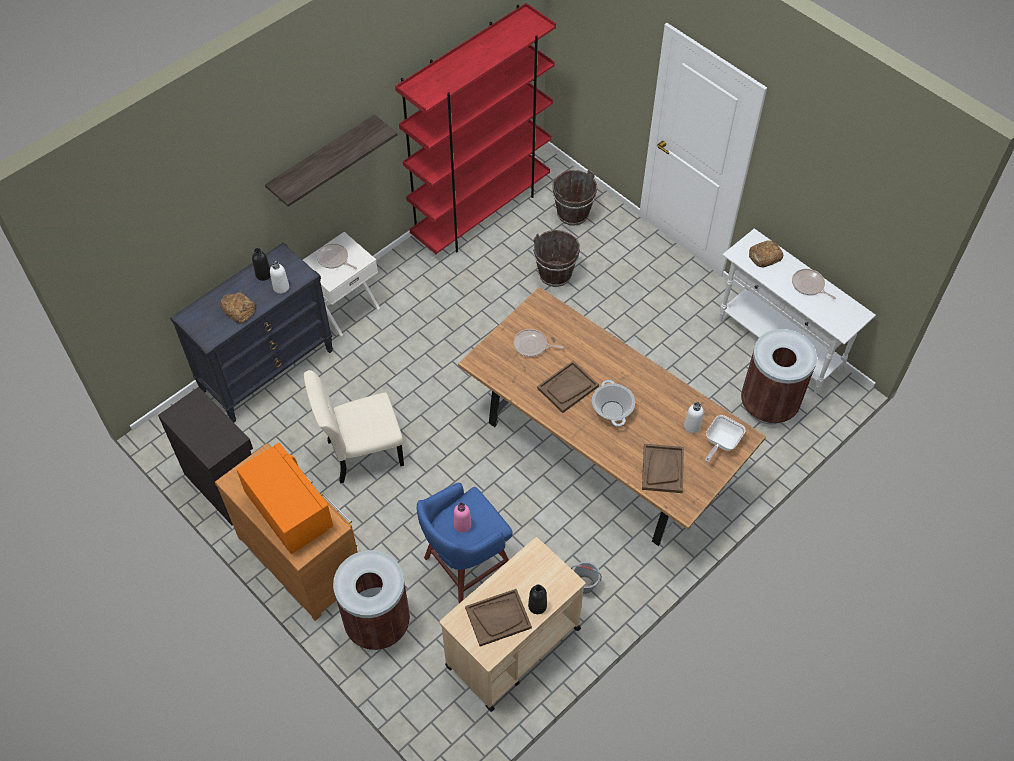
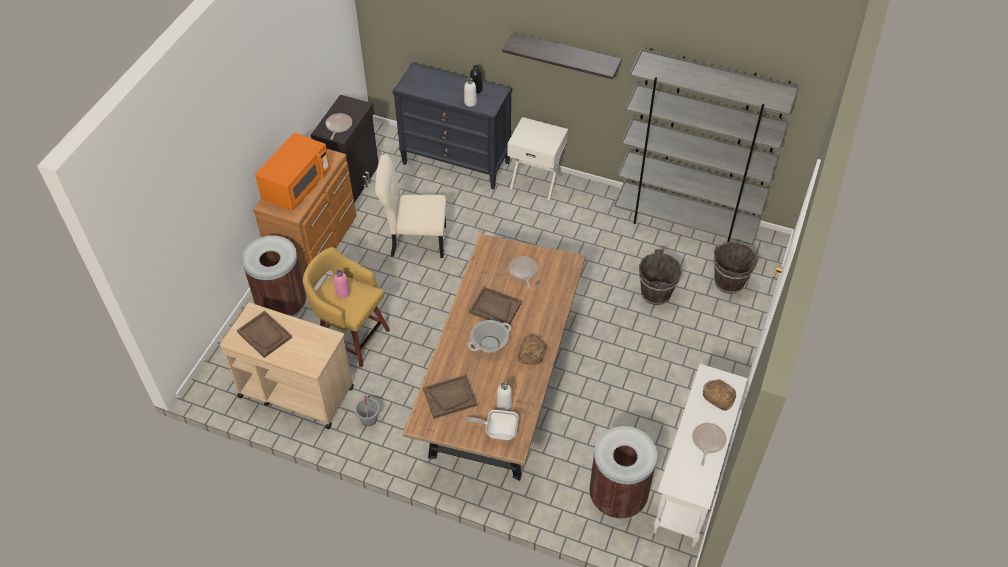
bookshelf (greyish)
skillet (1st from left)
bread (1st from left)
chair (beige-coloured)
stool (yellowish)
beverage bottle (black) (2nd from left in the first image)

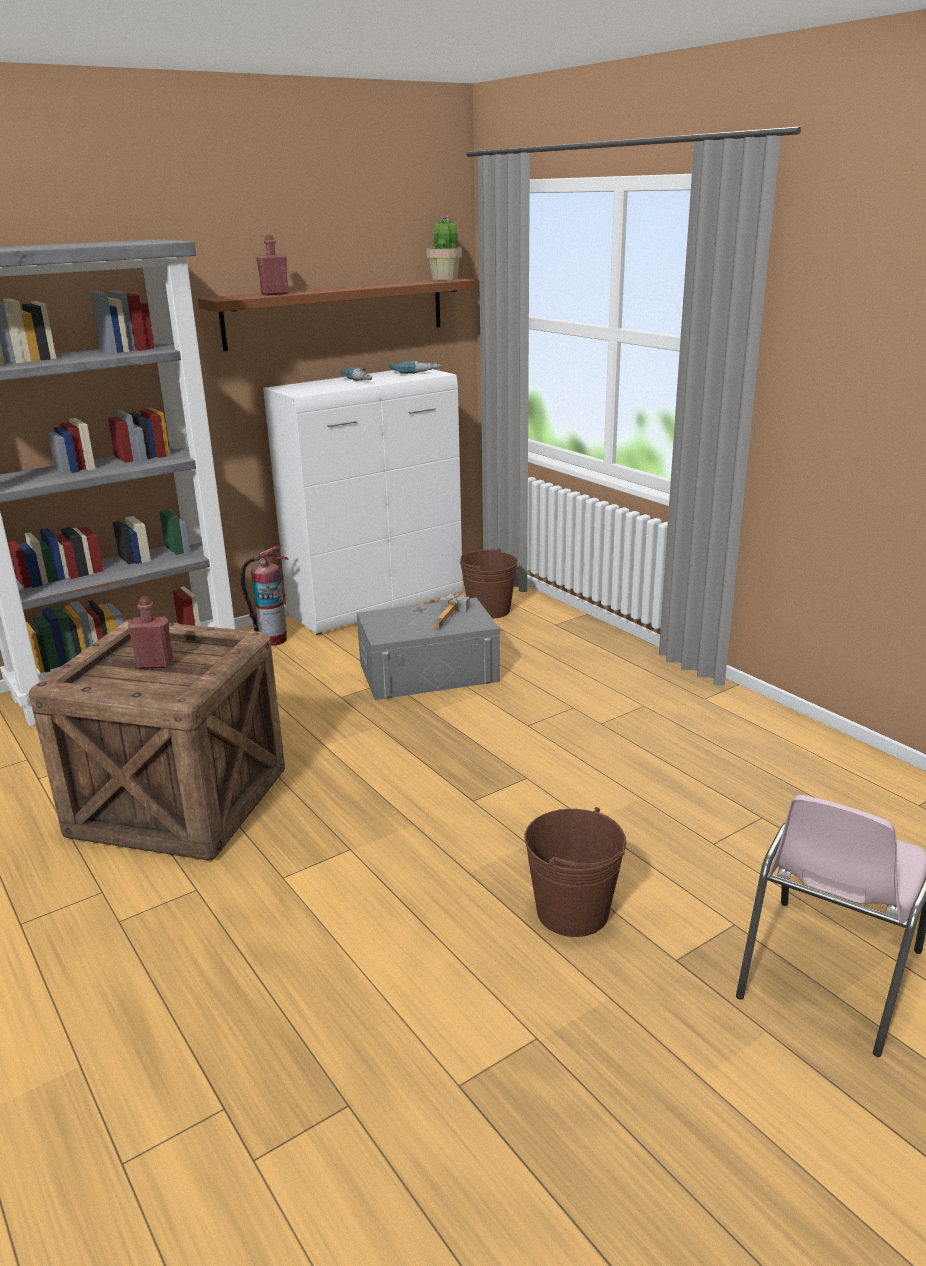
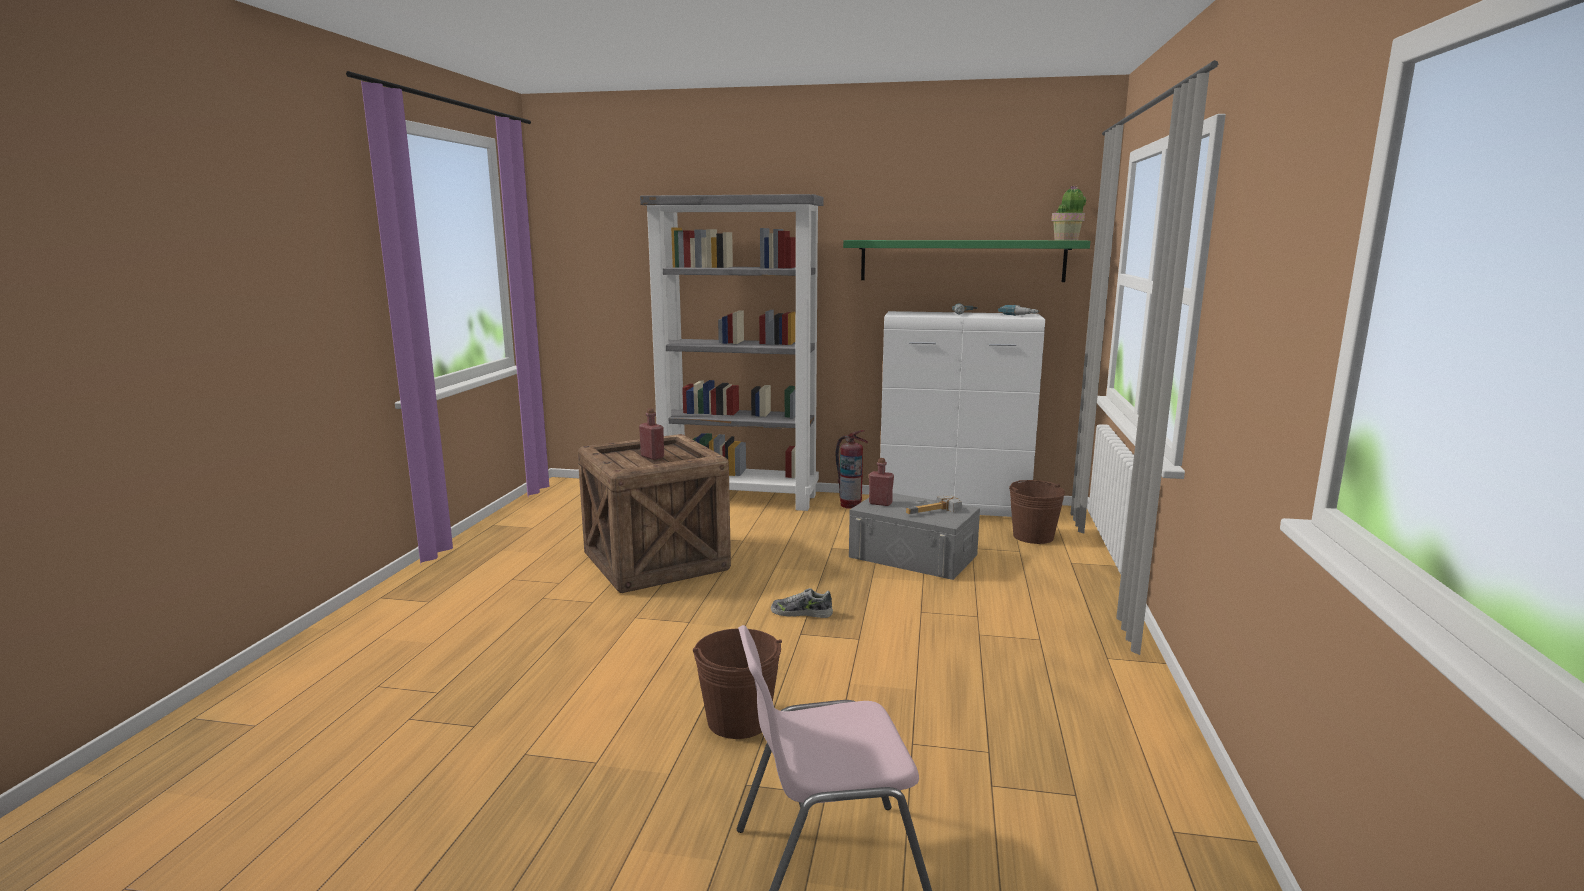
beverage bottle (red) (2nd from left)
shelf (greenish)
item of footwear

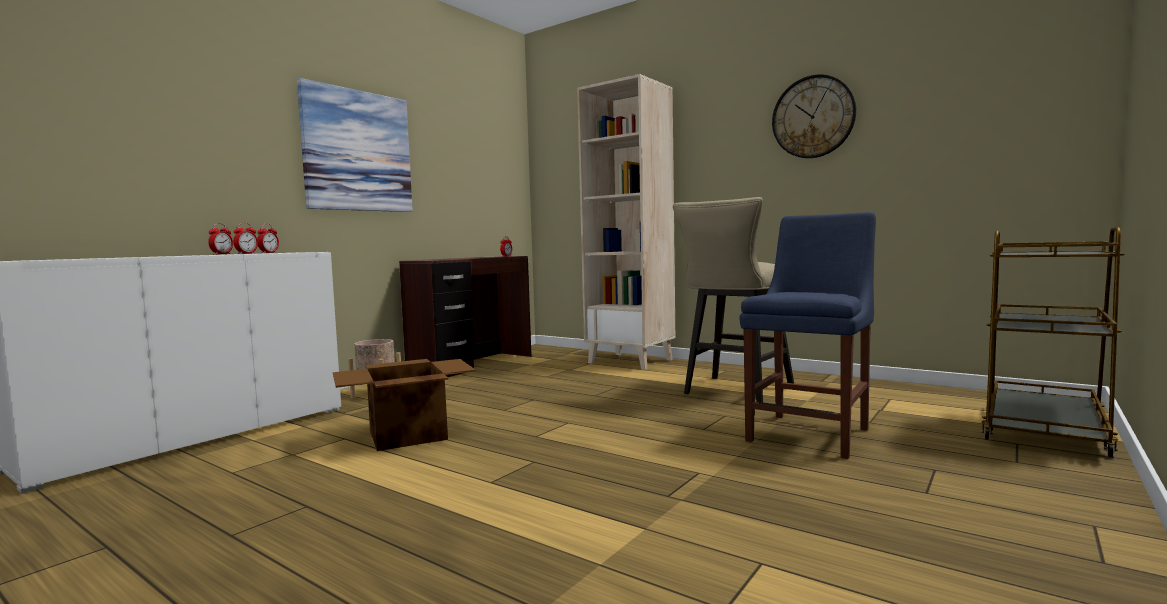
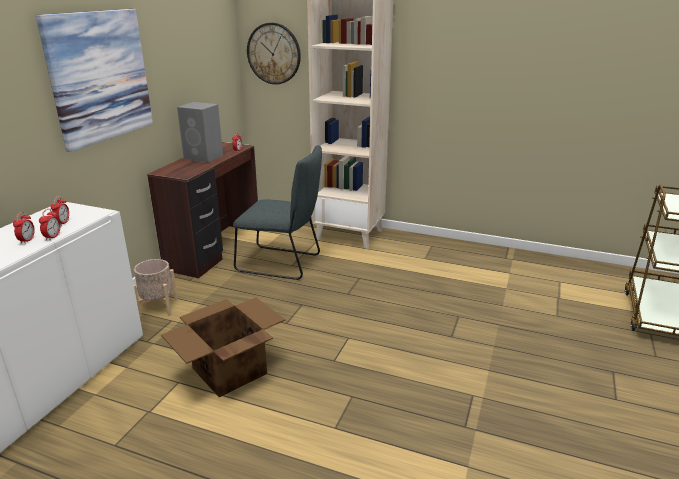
clock on the wall
stool (beige-coloured)
chair (blue-coloured)
audio speaker (greyish)
chair (greyish)

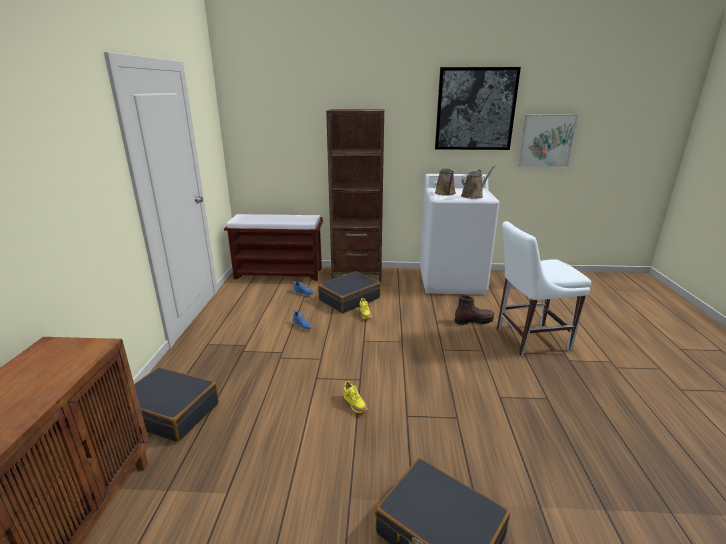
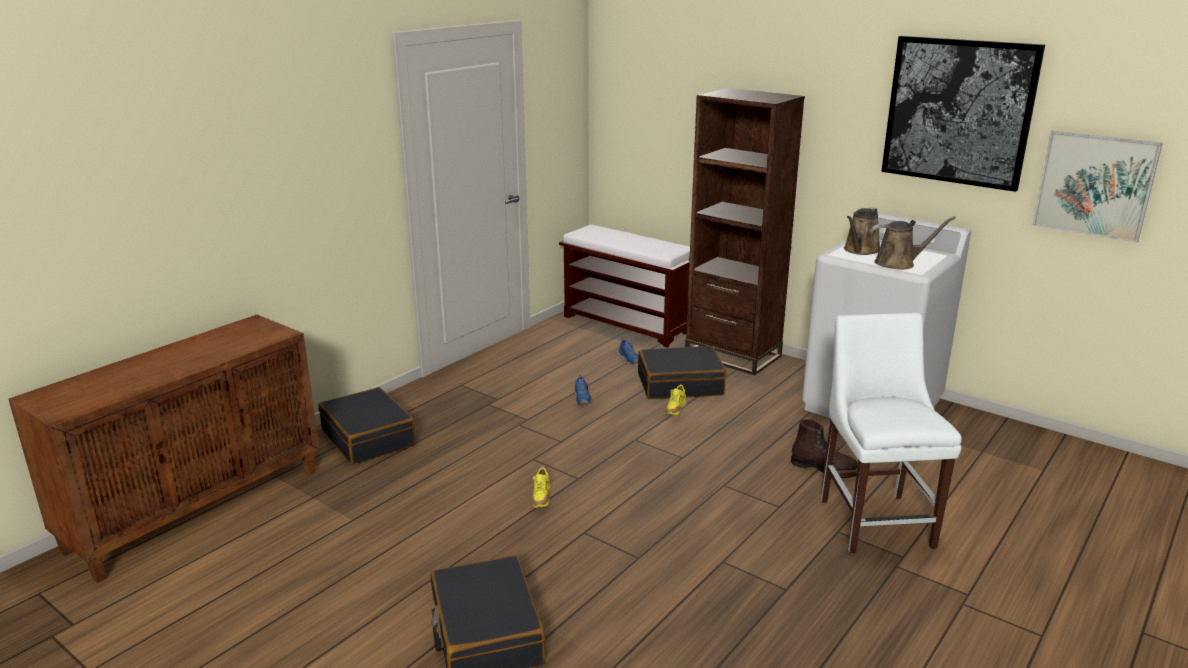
chair (white)

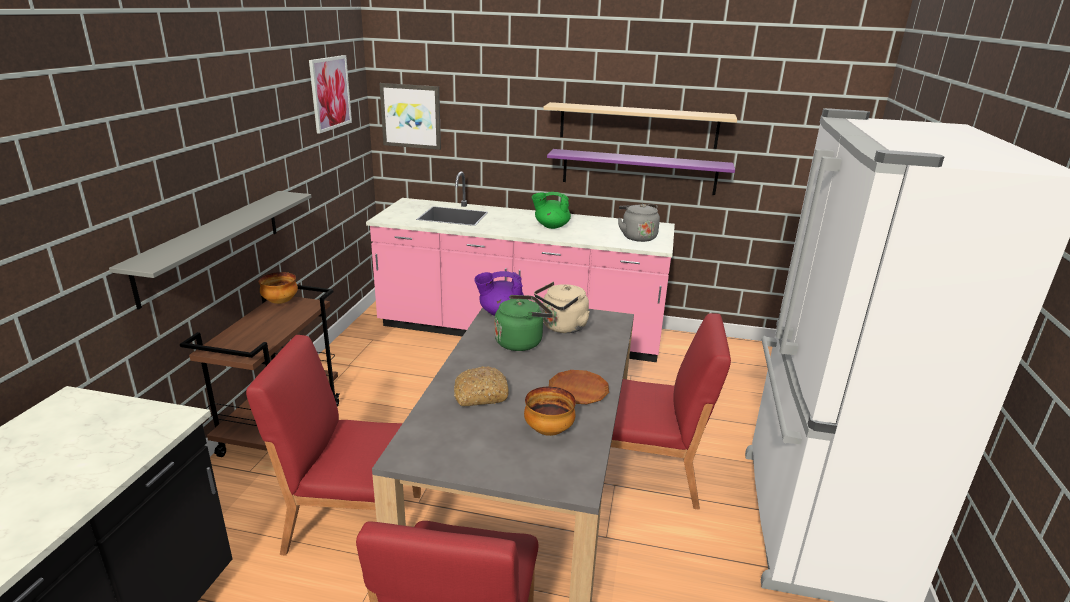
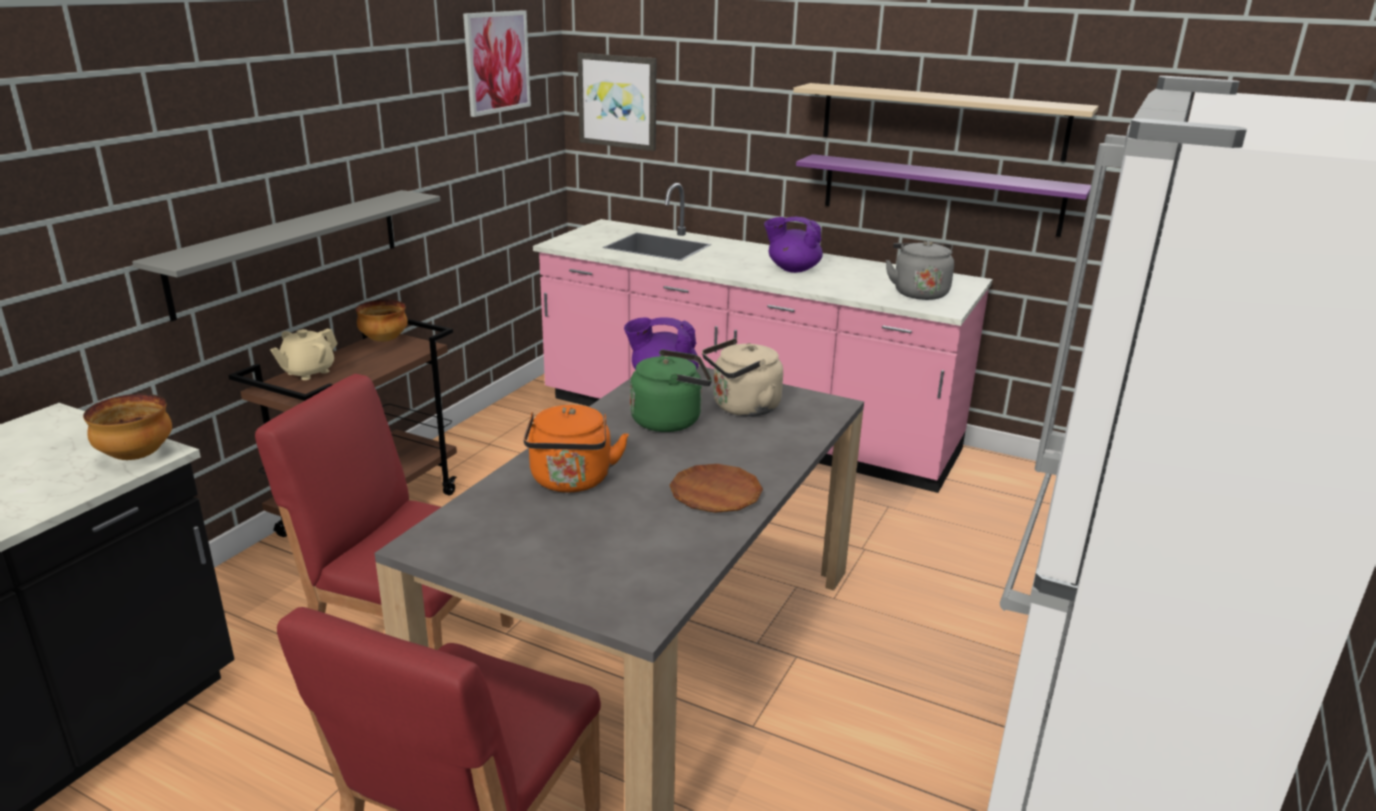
teapot (purplish) (2nd from left)
chair (red) (3rd from left in the first image)
tea kettle (orange-coloured)
serving bowl (1st from left)
teapot (beige-coloured)

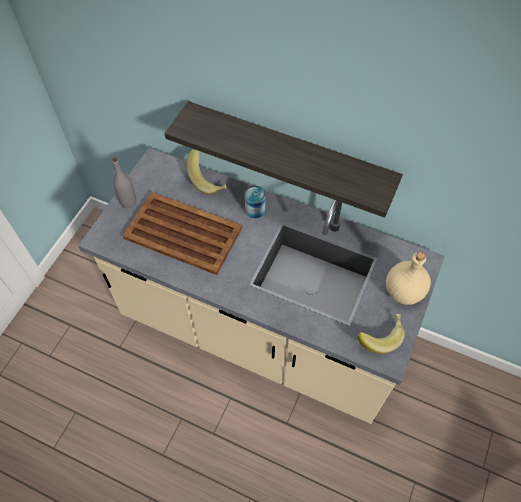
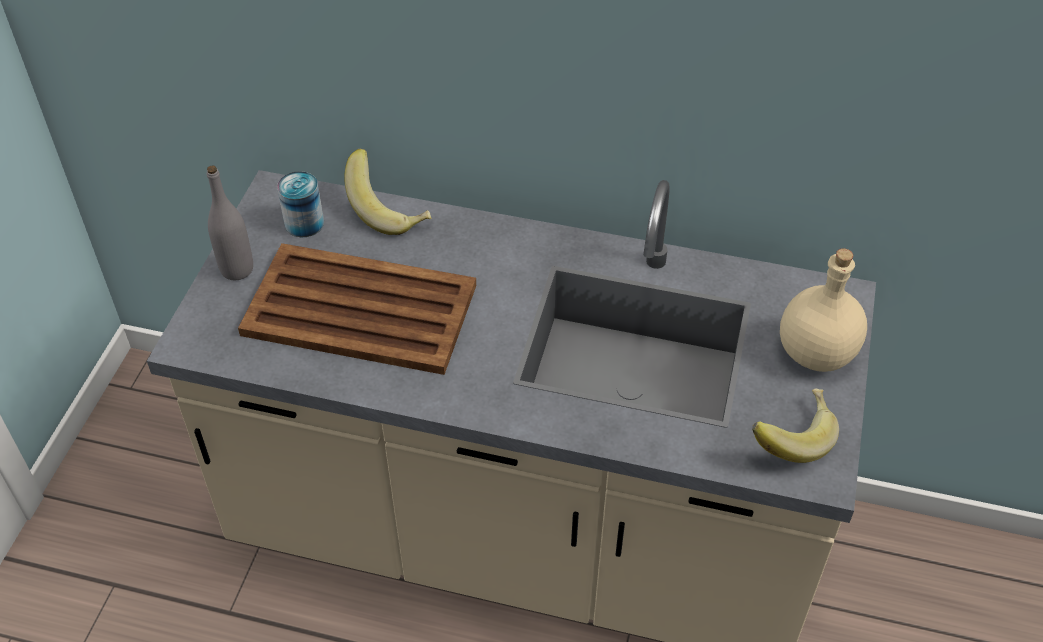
shelf
sealed can

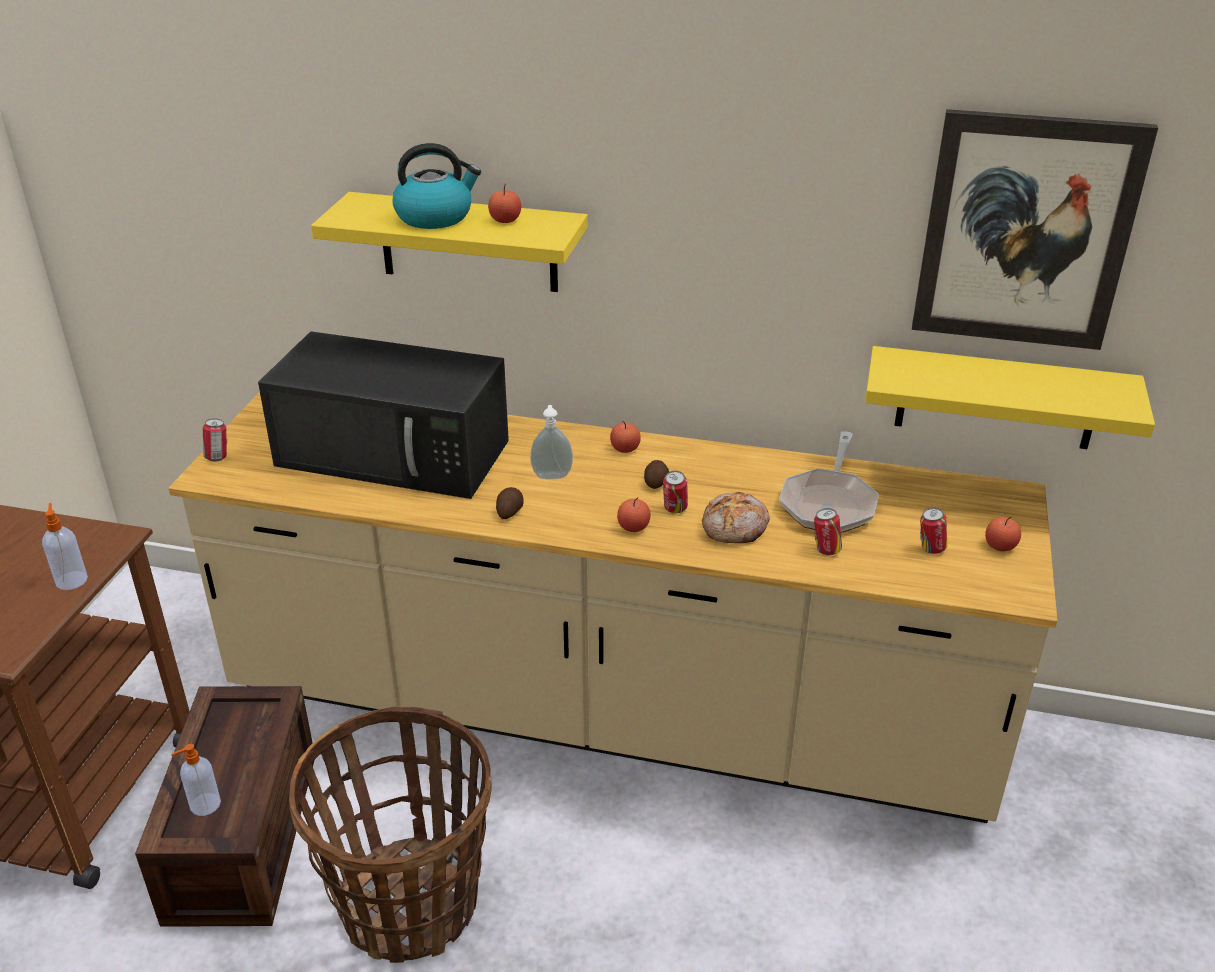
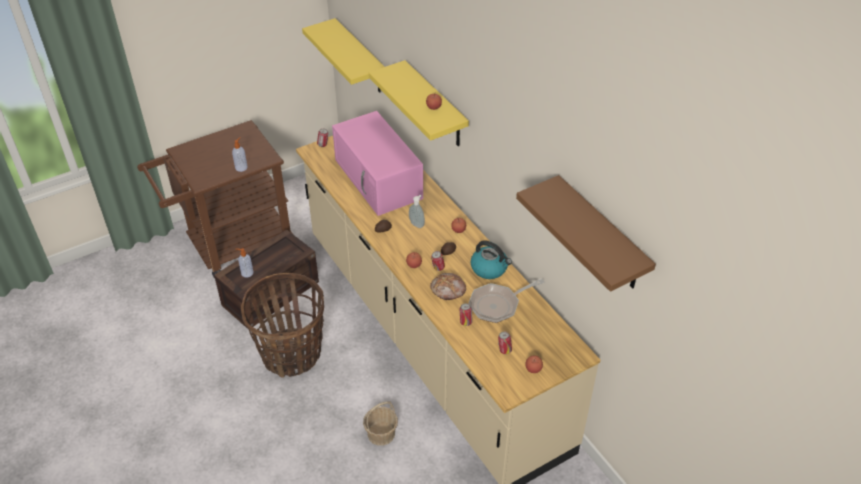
shelf (brownish)
tea kettle
kitchen microwave (pink)
shelf (yellowish) (1st from left)
storage basket (2nd from left)

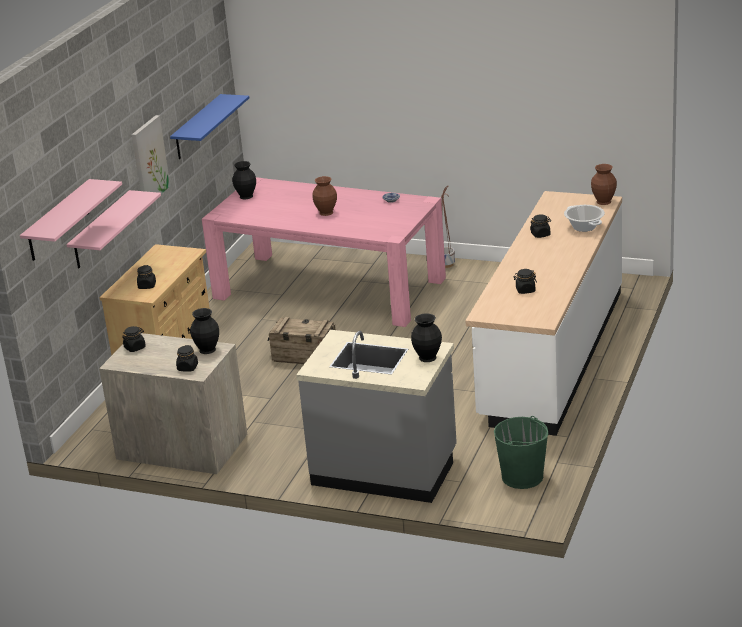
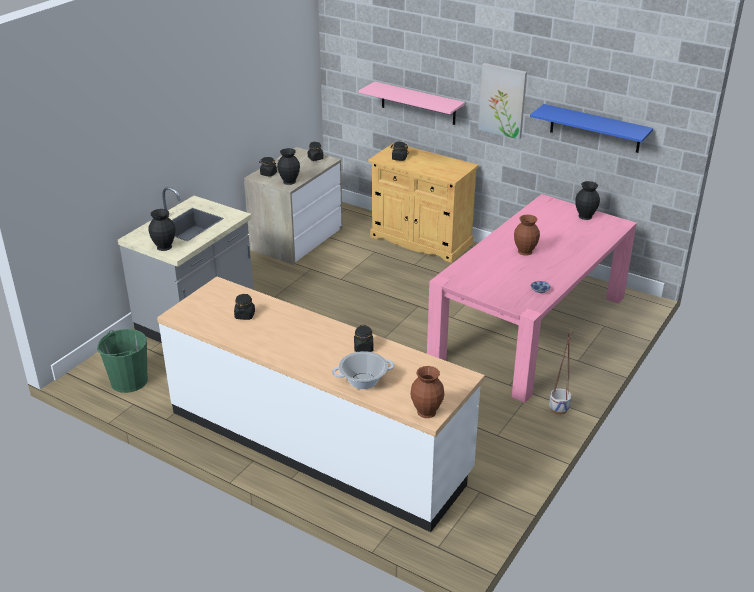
shelf (pink) (1st from left in the first image)
shipping crate

